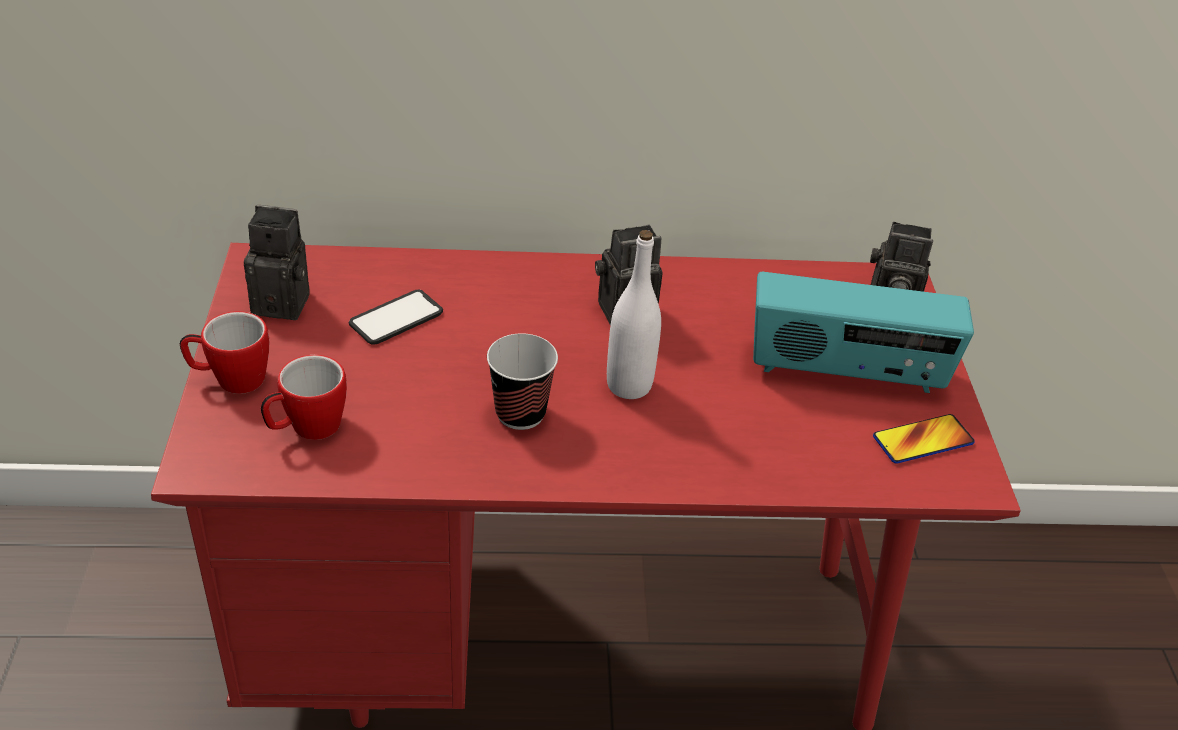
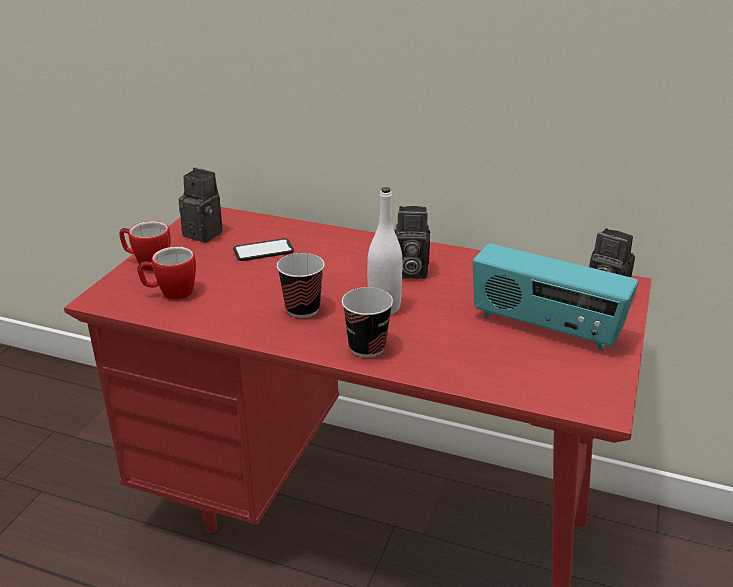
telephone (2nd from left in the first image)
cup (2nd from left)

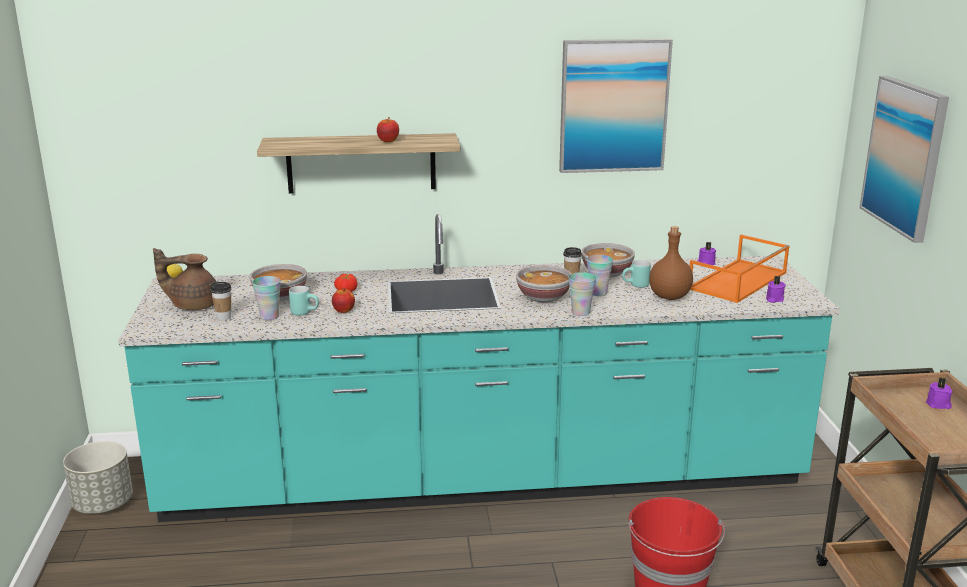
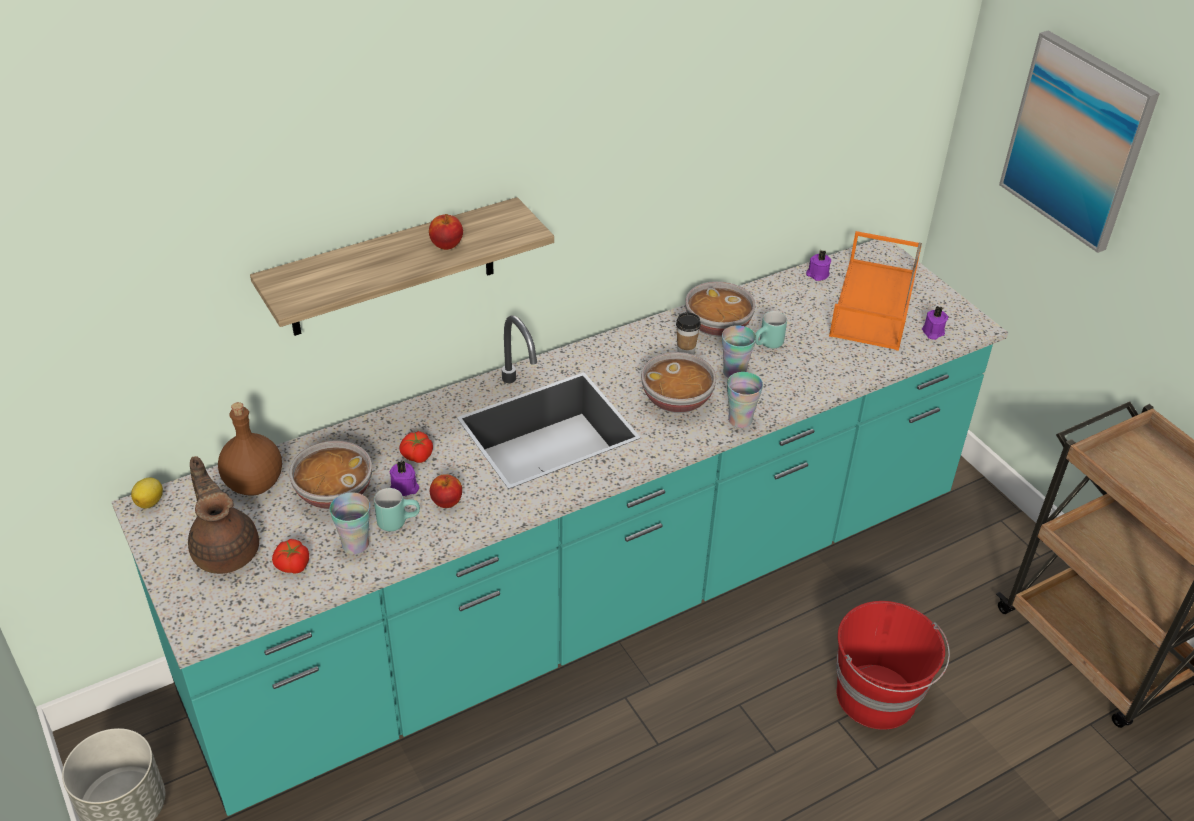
wall art (1st from left in the first image)
beverage bottle (brownish)
teapot (brownish)
whole tomato (1st from left)
wax candle (purplish) (1st from left)

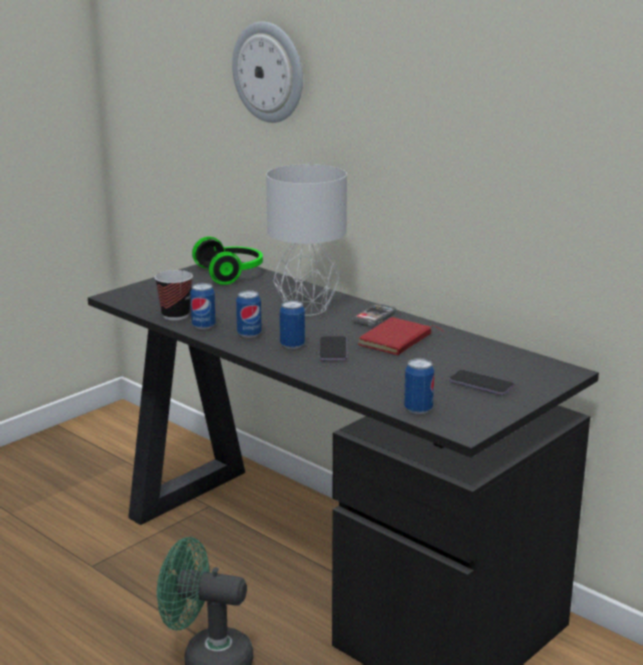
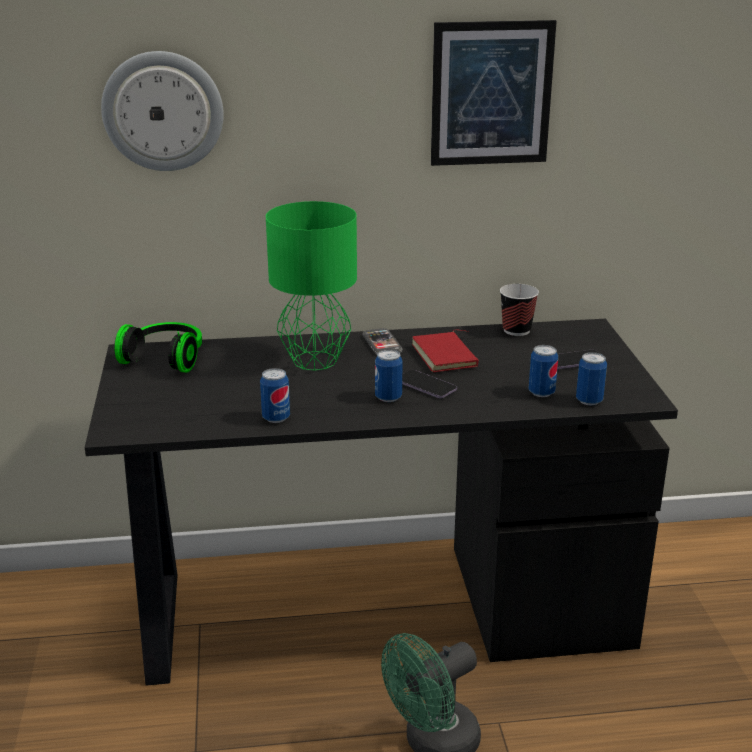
tabletop lamp (greenish)
cup
sealed can (3rd from left)
wall art

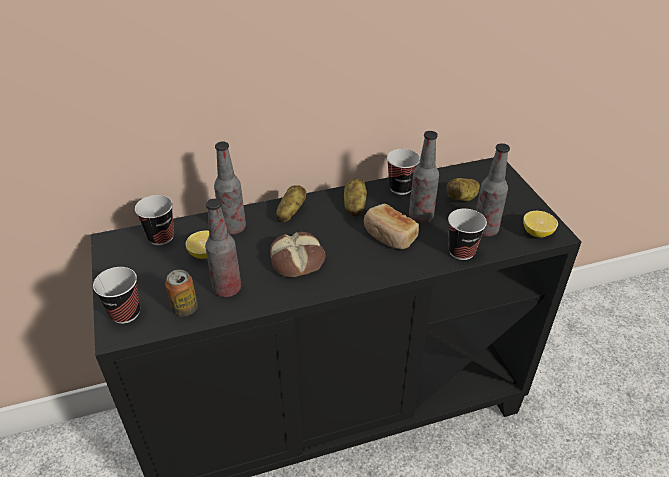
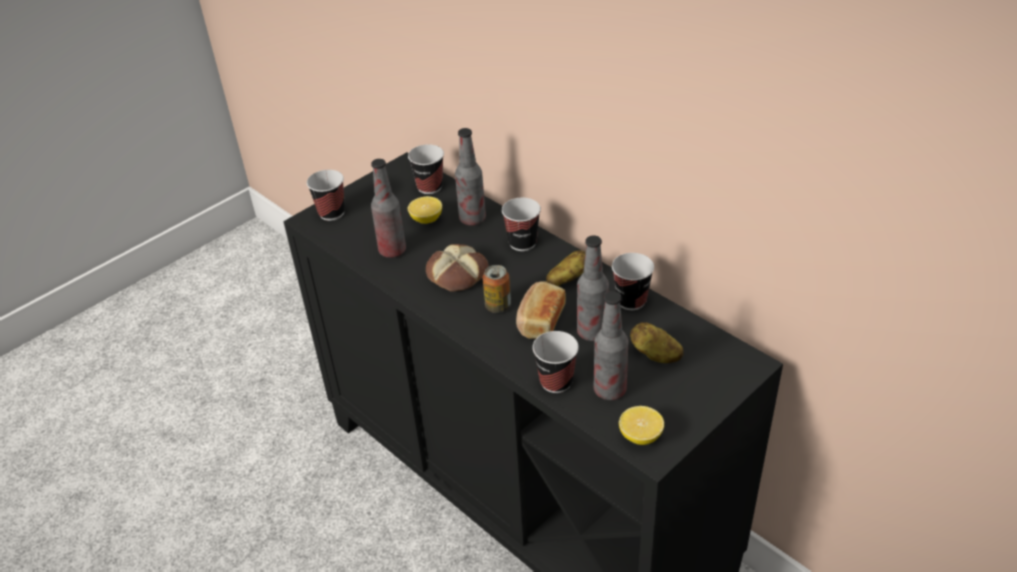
cup (3rd from left)
sealed can

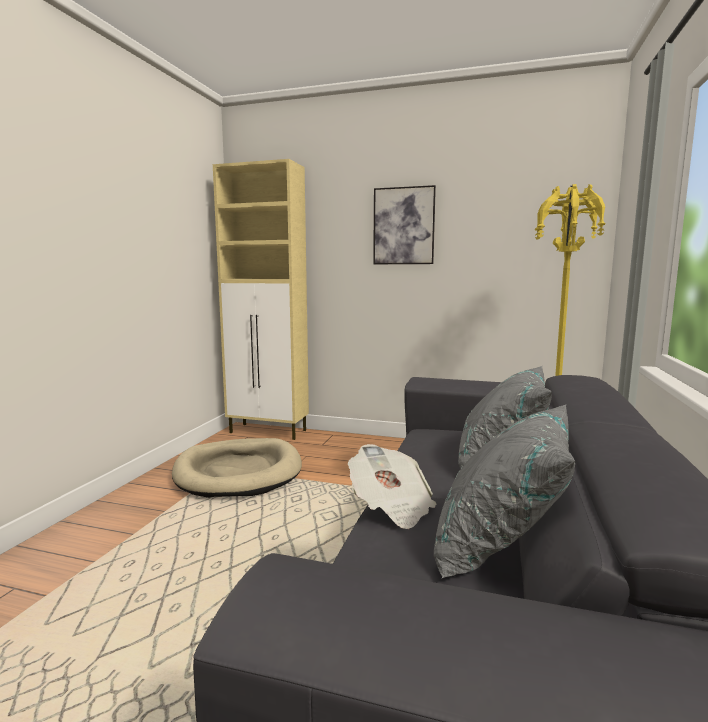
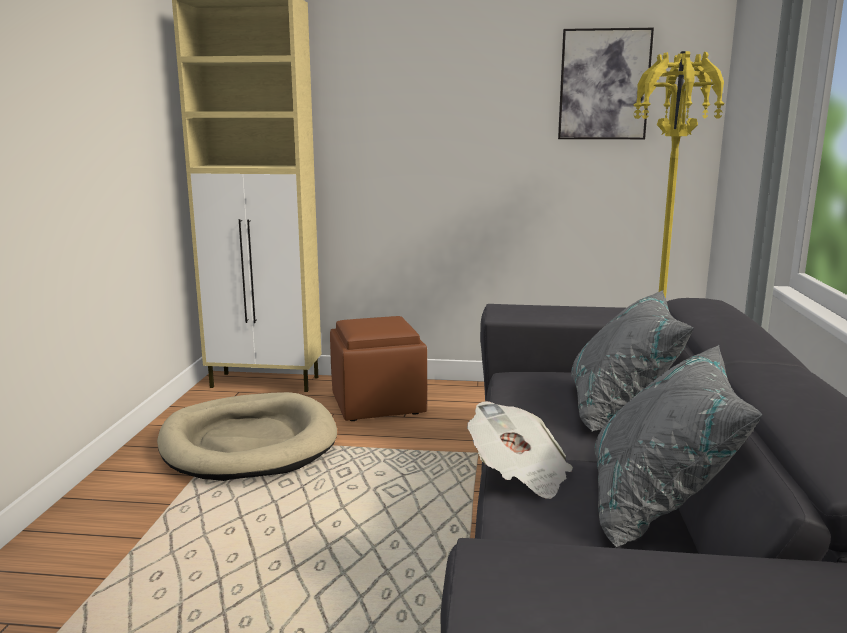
wall art
footrest (brownish)

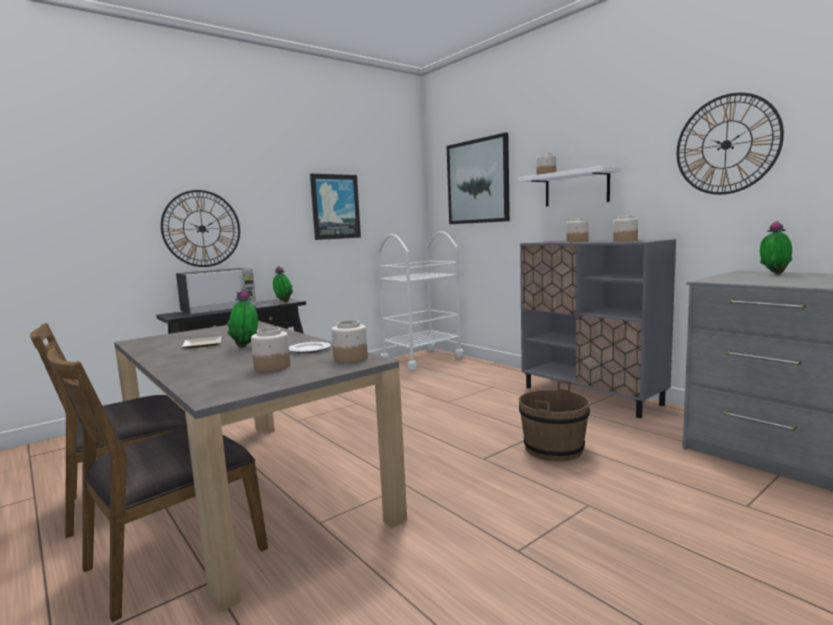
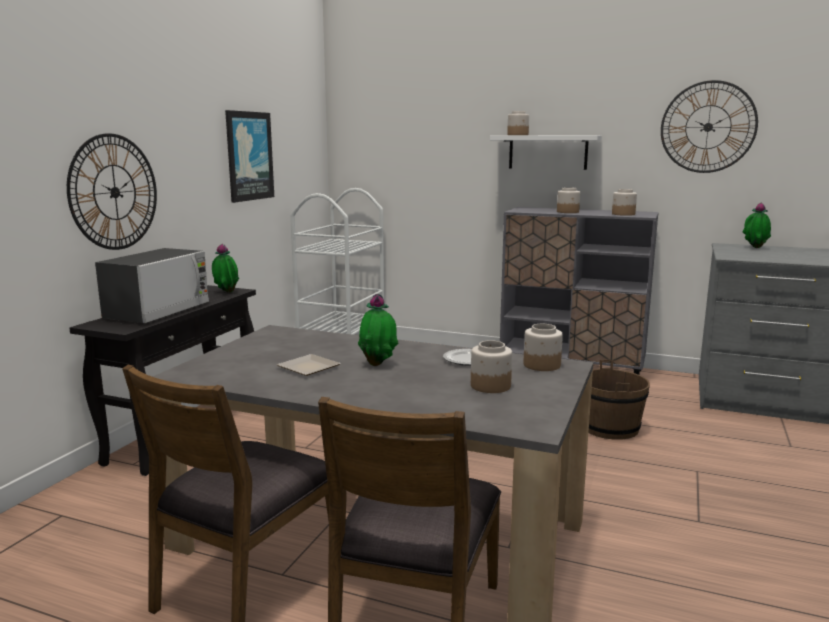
wall art (2nd from left in the first image)

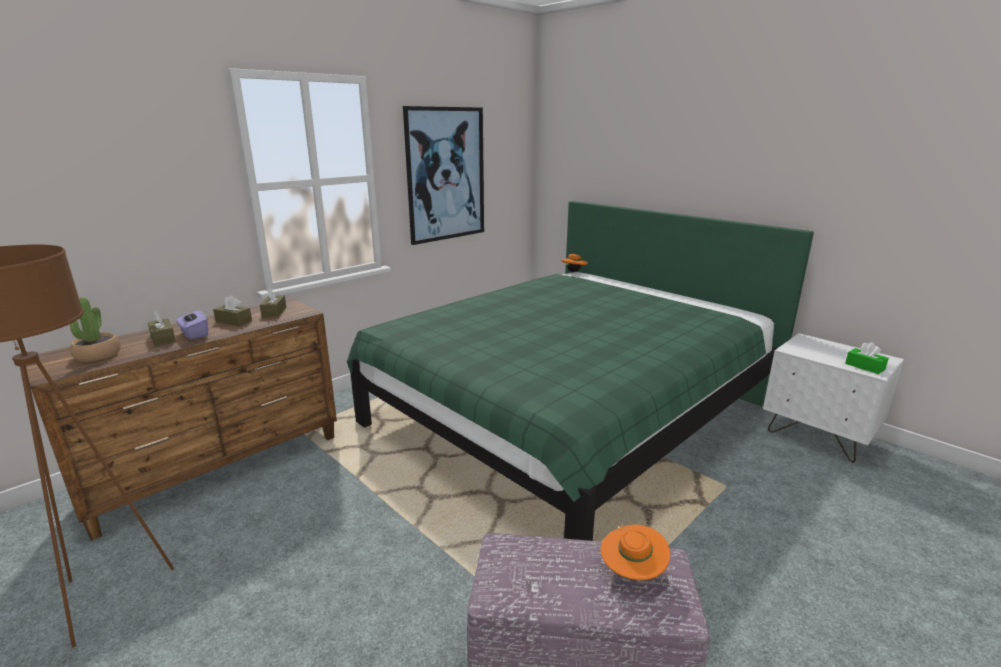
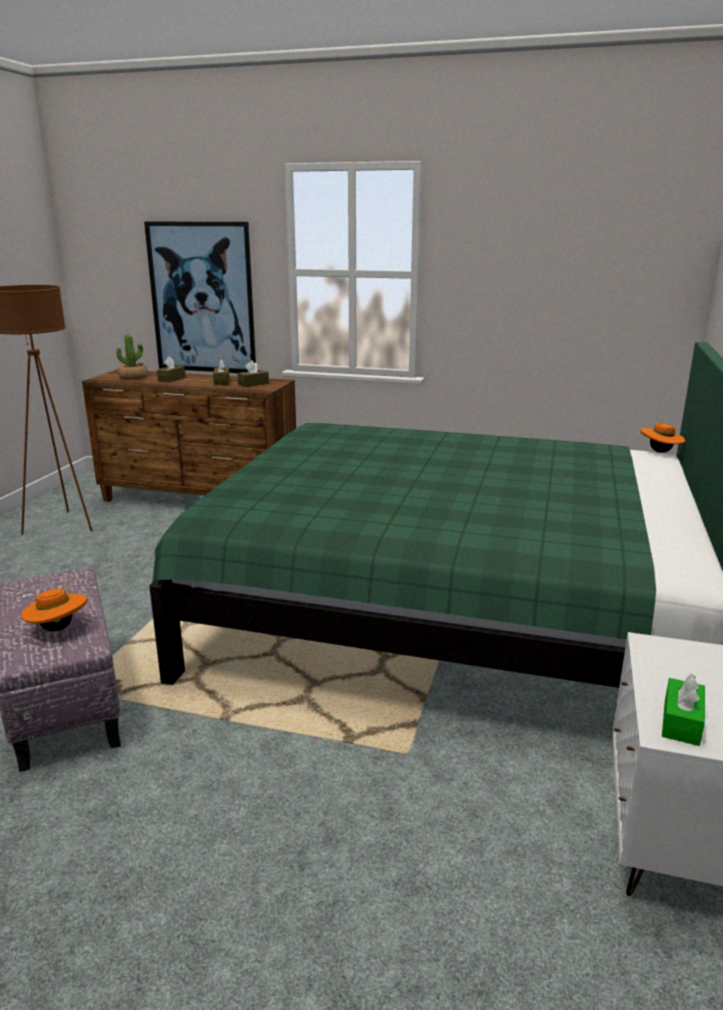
wall art
box of tissues (purplish)

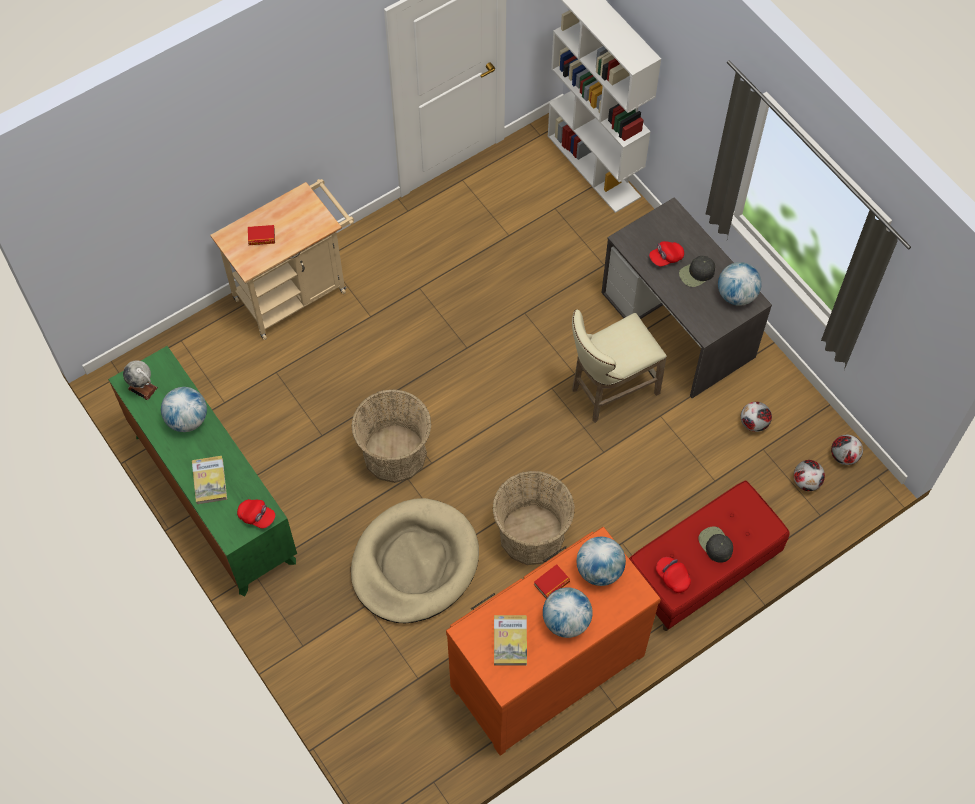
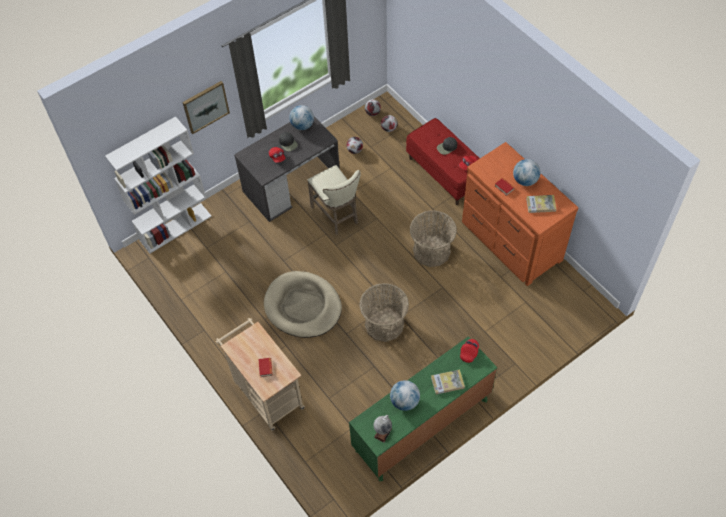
pet bed (beige-coloured)
world globe (4th from left in the first image)
wall art

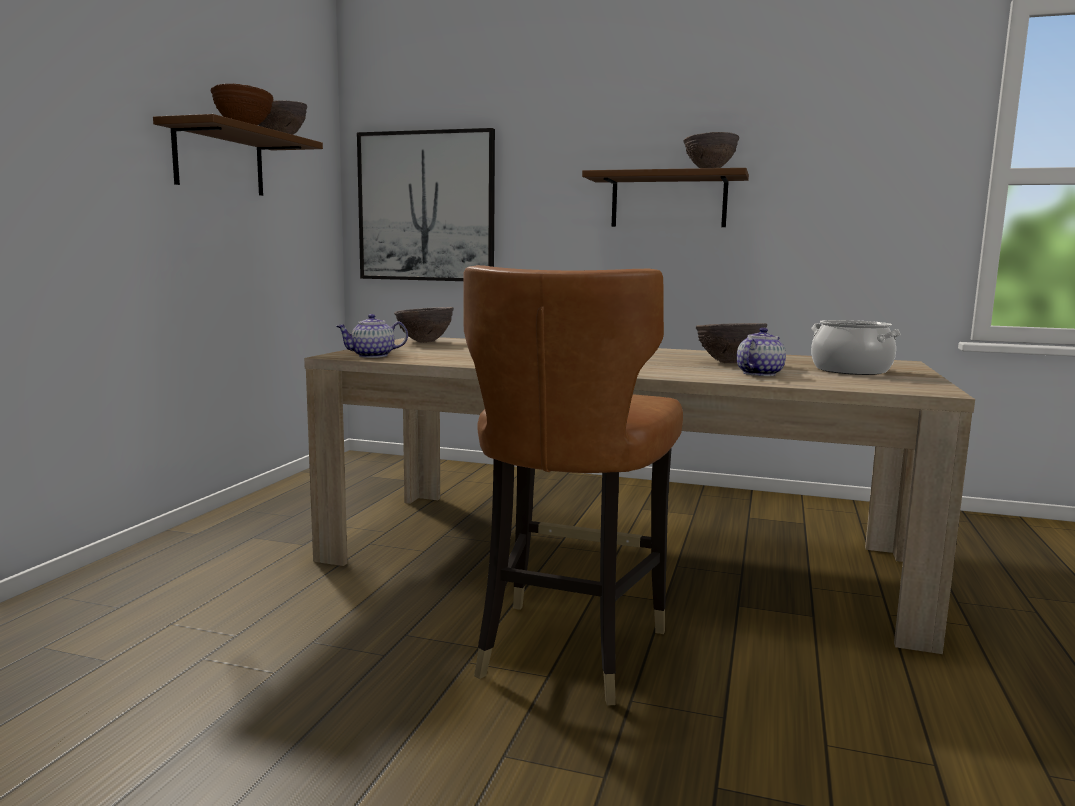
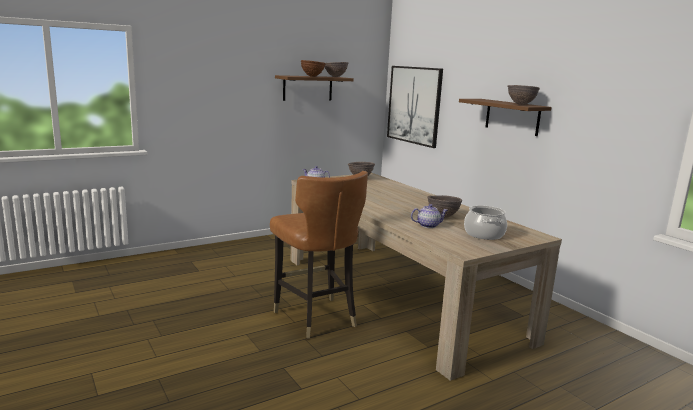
chair (brownish)

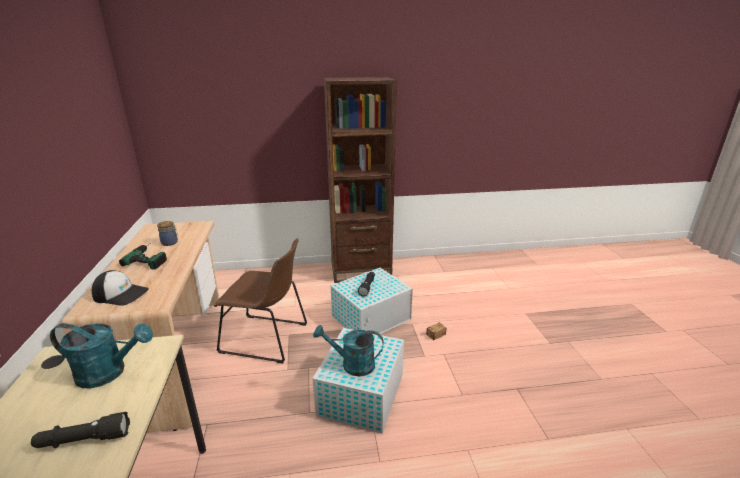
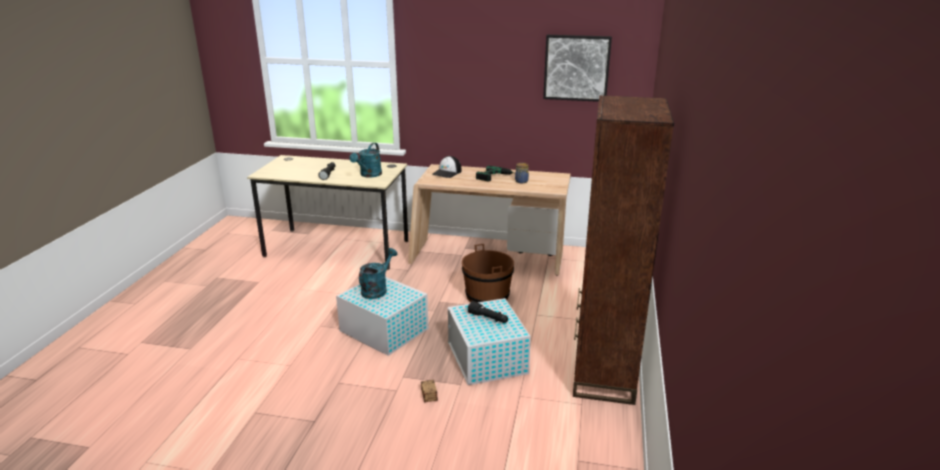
pail (brownish)
wall art

